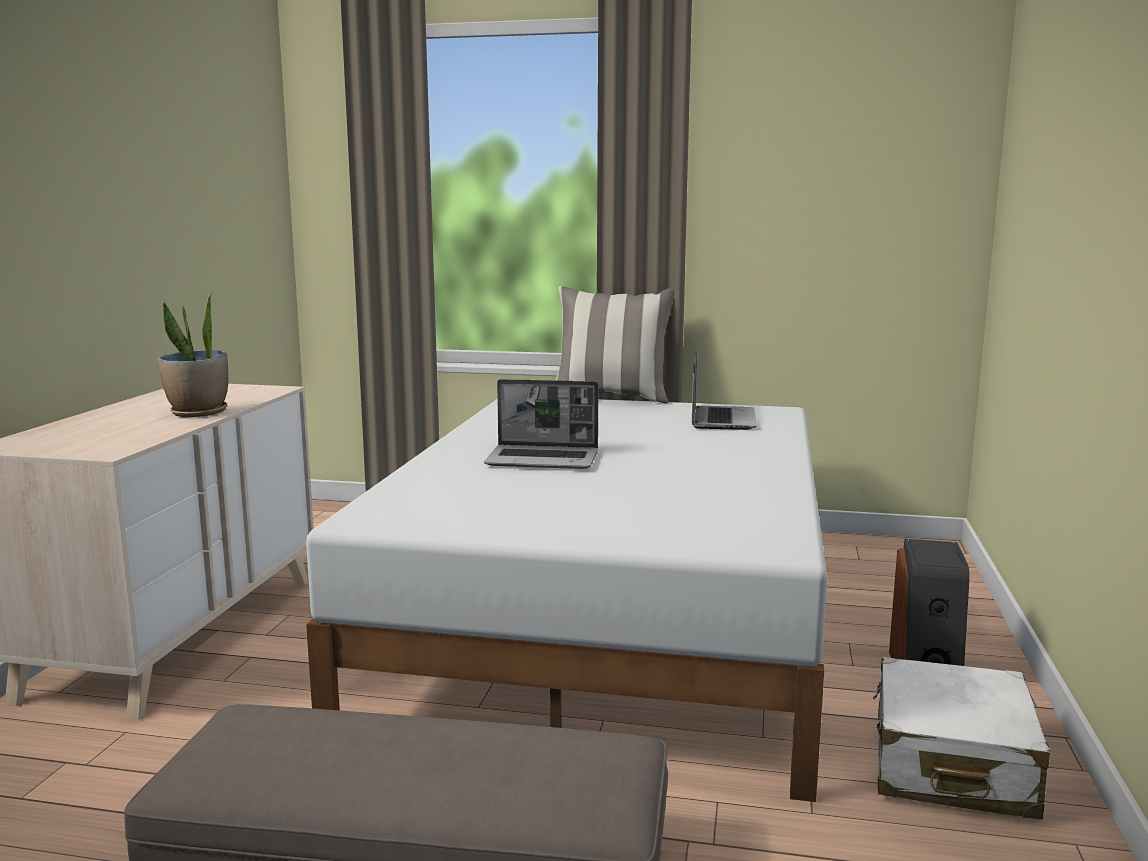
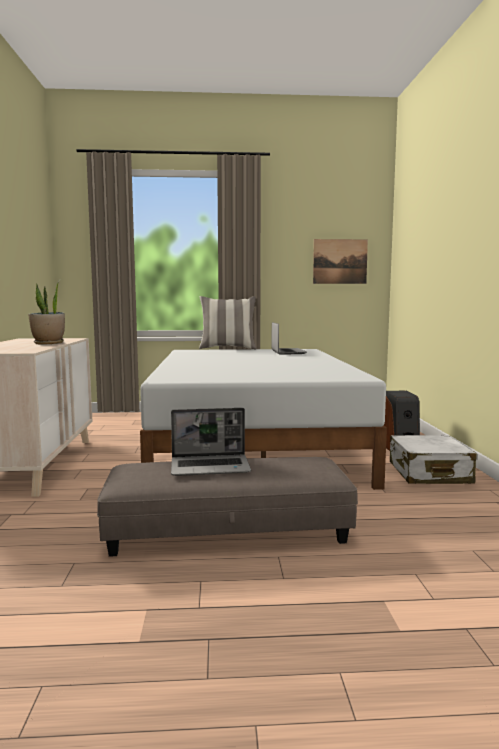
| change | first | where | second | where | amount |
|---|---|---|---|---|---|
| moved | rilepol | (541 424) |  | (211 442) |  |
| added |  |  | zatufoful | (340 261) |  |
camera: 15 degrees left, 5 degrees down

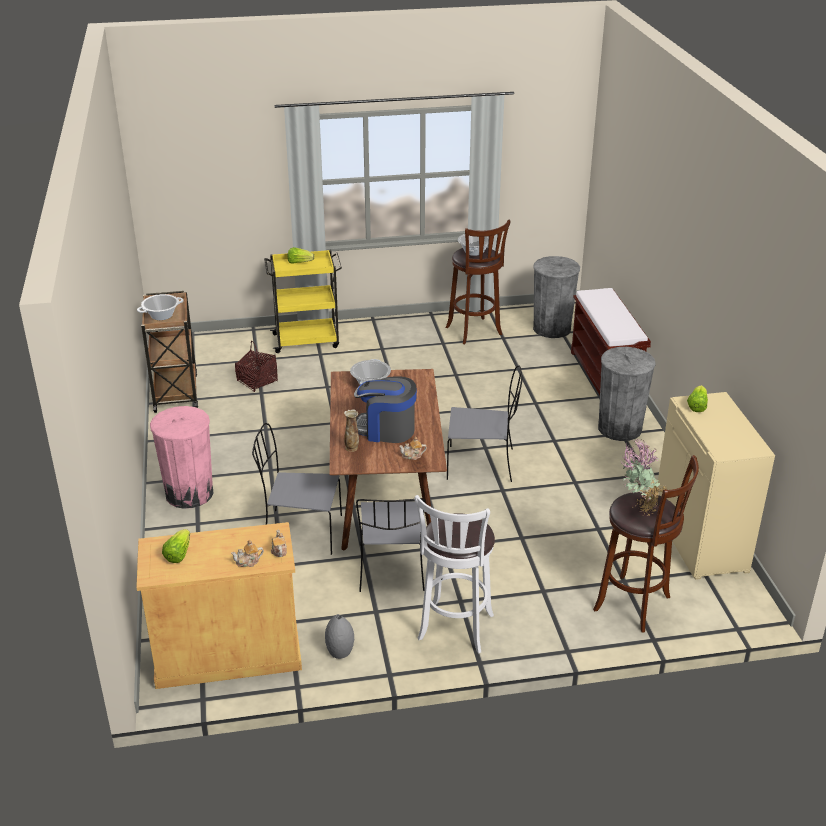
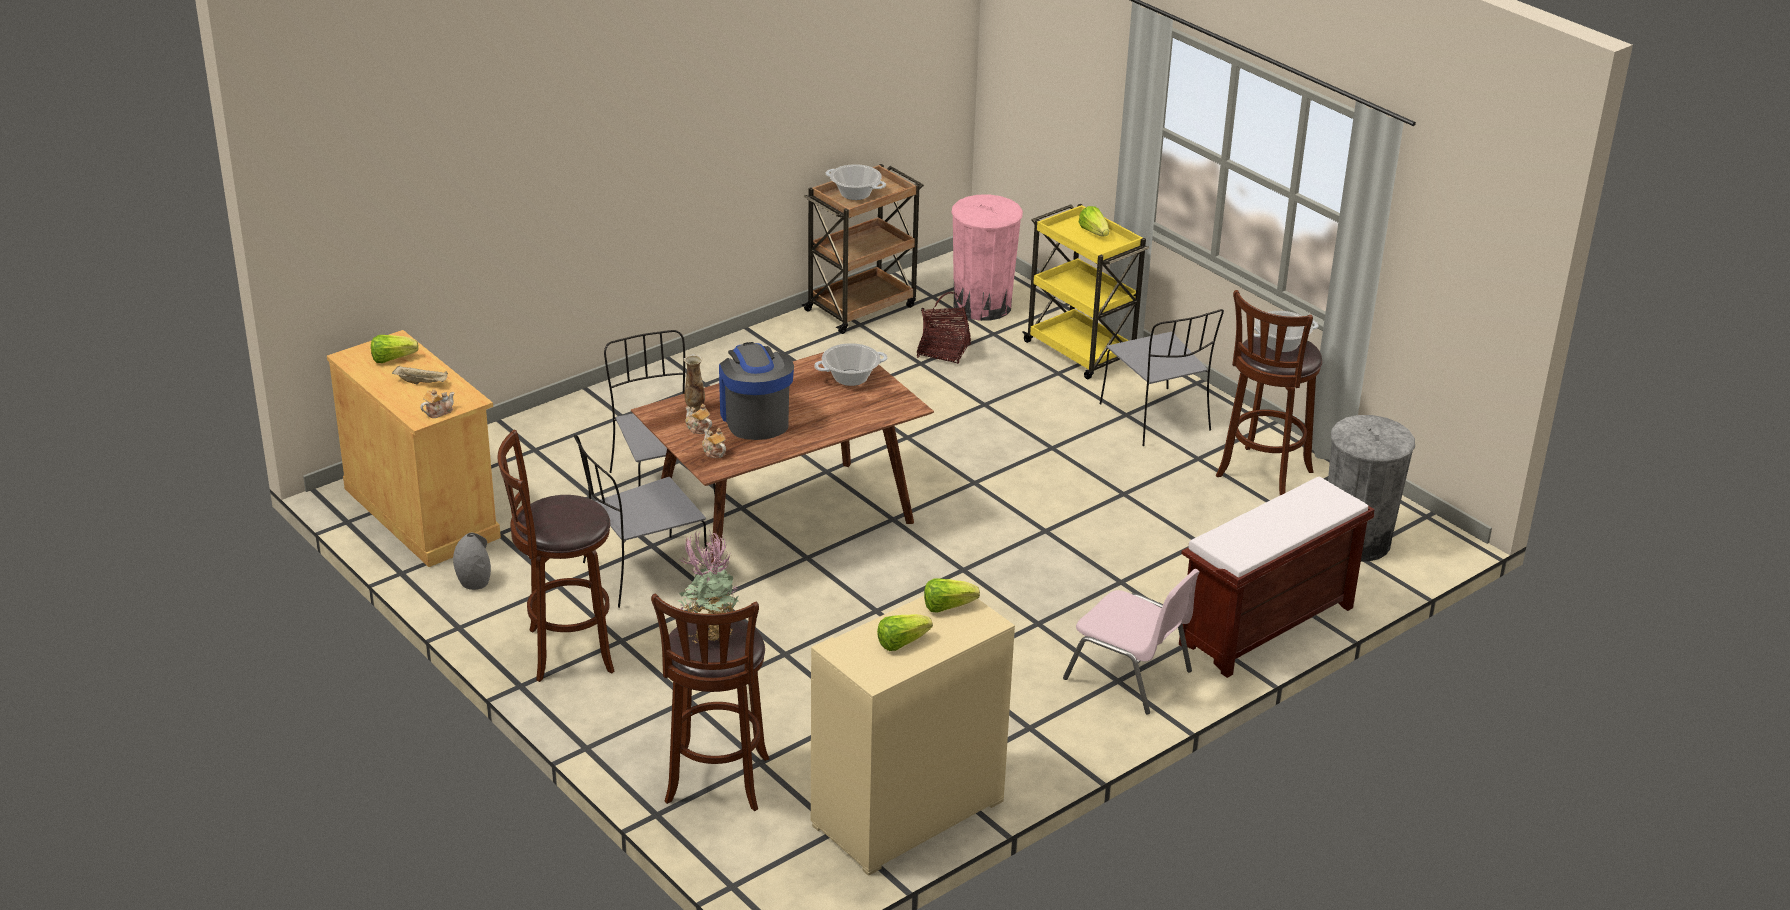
| change | first | where | second | where | amount |
|---|---|---|---|---|---|
| added |  |  | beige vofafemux | (420 375) |  |
| recoloured | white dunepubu | (454 574) | brown dunepubu | (556 556) |  |
| moved | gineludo | (247 553) |  | (698 419) |  |
| added |  |  | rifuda | (905 632) |  |
| moved | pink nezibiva | (181 457) |  | (987 258) |  |
| replaced | grey nezibiva | (627 394) | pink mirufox | (1131 641) |  |
| moved | grey mirufox | (485 424) |  | (1162 377) |  |
camera: 60 degrees right, 0 degrees up

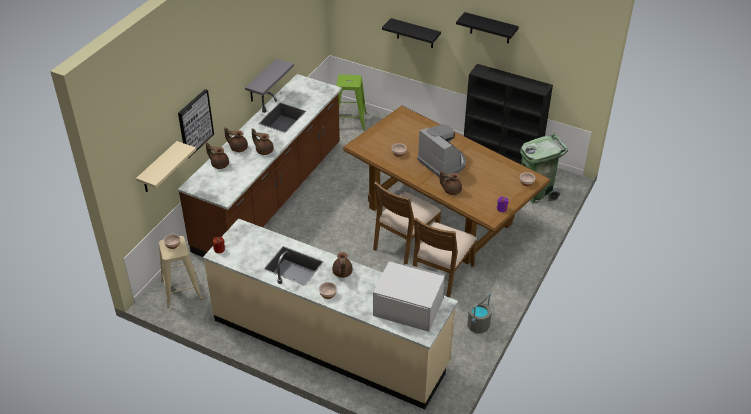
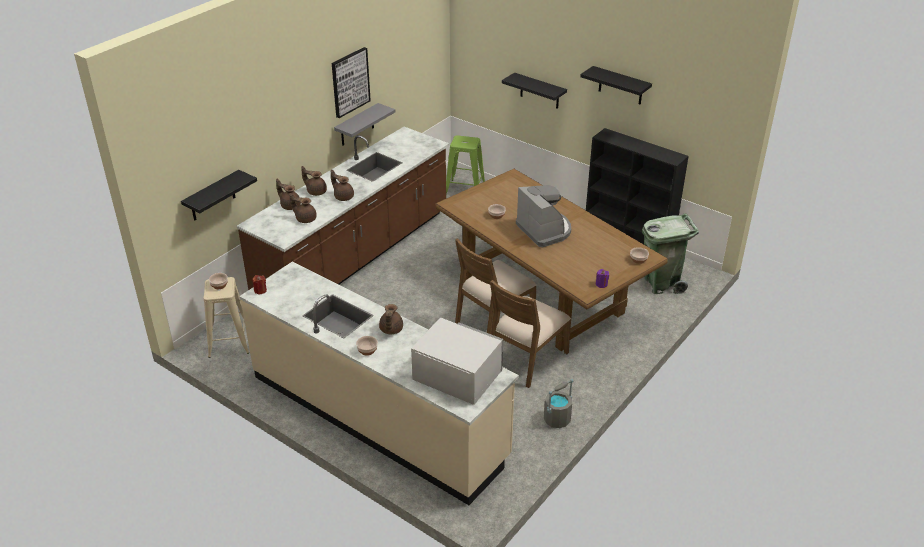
| change | first | where | second | where | amount |
|---|---|---|---|---|---|
| recoloured | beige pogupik | (166 166) | black pogupik | (219 195) |  |
| moved | brown gineludo | (451 182) |  | (303 208) |  |
| moved | zatufoful | (196 124) |  | (351 82) |  |
camera: 10 degrees right, 5 degrees down

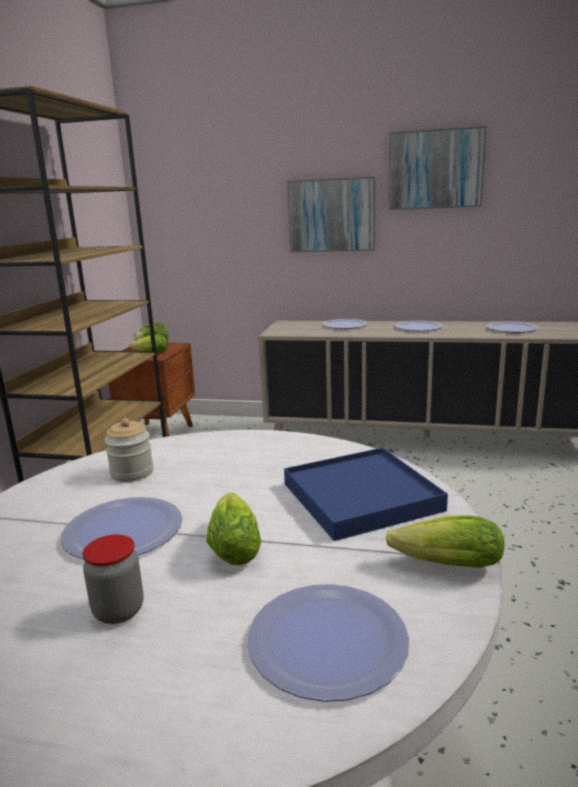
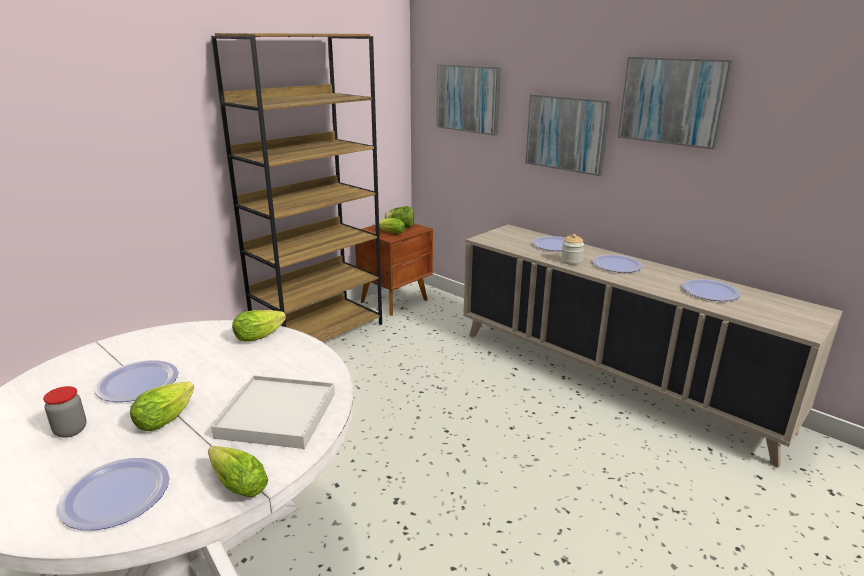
| change | first | where | second | where | amount |
|---|---|---|---|---|---|
| recoloured | blue vofafemux | (366 494) | white vofafemux | (273 412) |  |
| added |  |  | rifuda | (259 326) |  |
| added |  |  | zatufoful | (468 100) |  |
| moved | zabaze | (129 450) |  | (572 249) |  |
camera: 30 degrees right, 5 degrees up

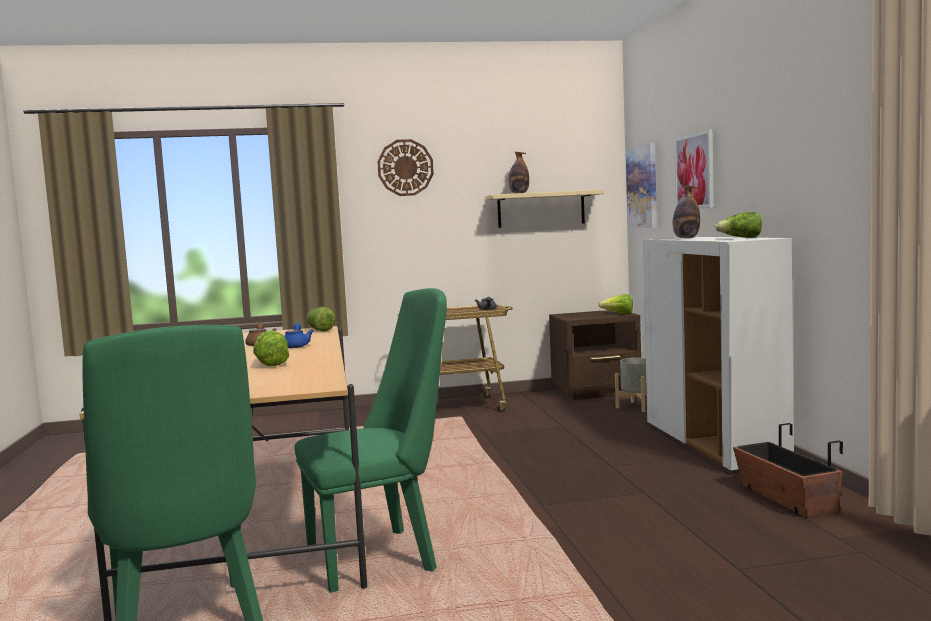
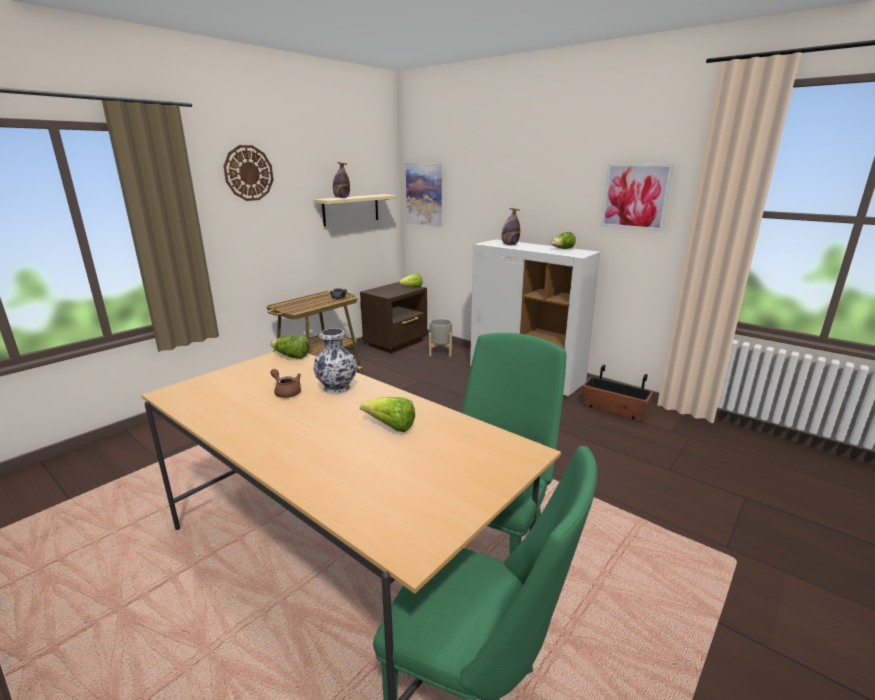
| change | first | where | second | where | amount |
|---|---|---|---|---|---|
| replaced | blue gineludo | (299 335) | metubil | (335 361) |  |
| moved | zatufoful | (694 169) |  | (637 197) |  |
camera: 40 degrees left, 15 degrees up

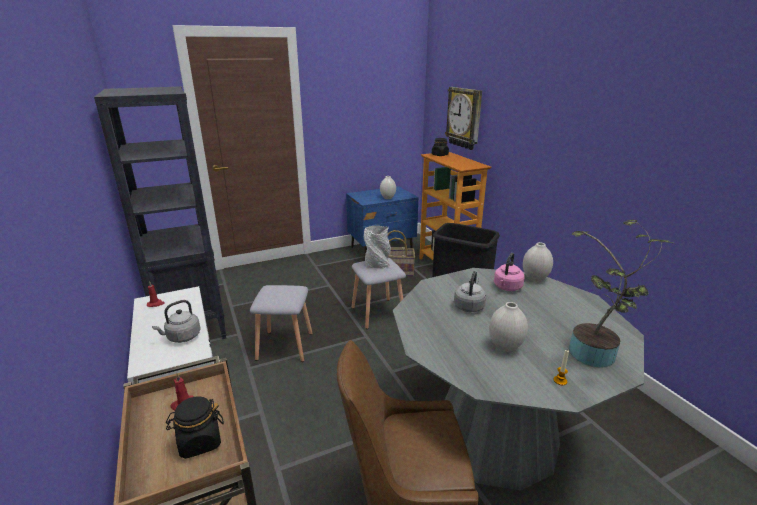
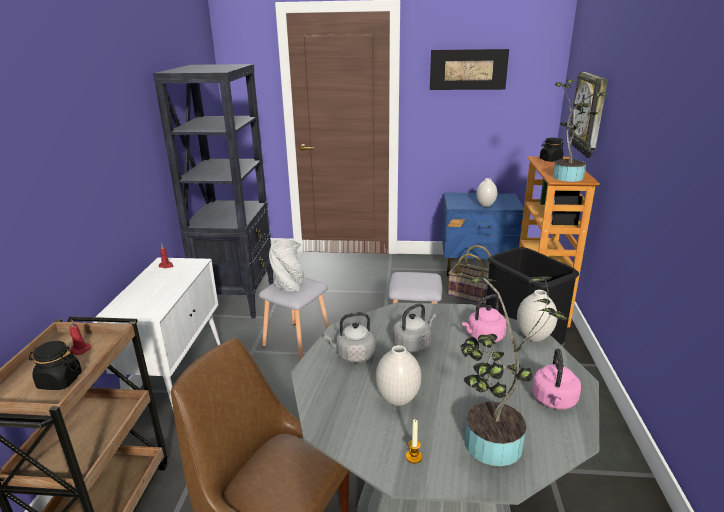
| change | first | where | second | where | amount |
|---|---|---|---|---|---|
| moved | grey metubil | (377 247) |  | (286 265) |  |
| moved | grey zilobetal | (176 321) |  | (350 337) |  |
| added |  |  | zatufoful | (469 69) |  |
| added |  |  | pink zilobetal | (556 378) |  |
| added |  |  | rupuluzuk | (580 130) |  |
camera: 30 degrees right, 0 degrees up

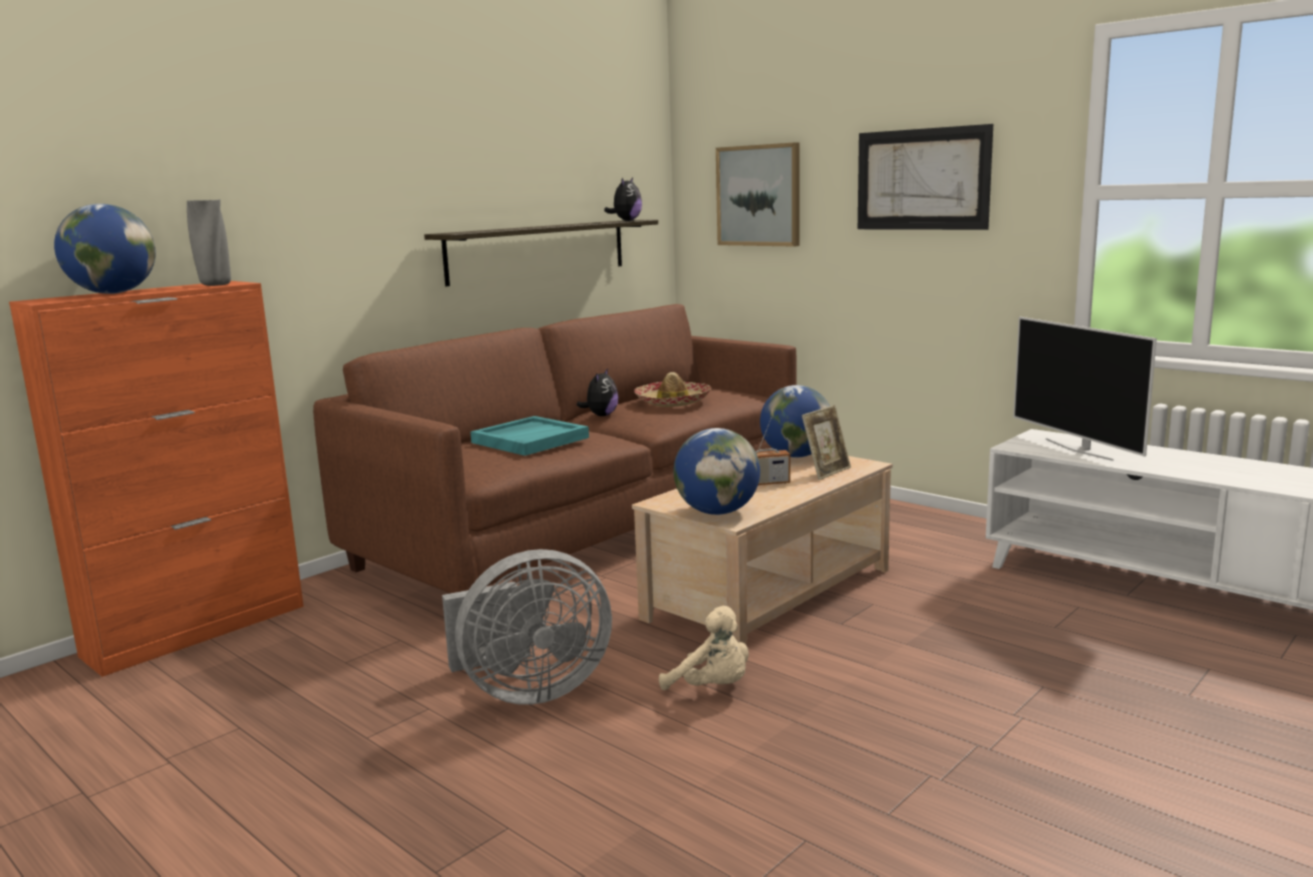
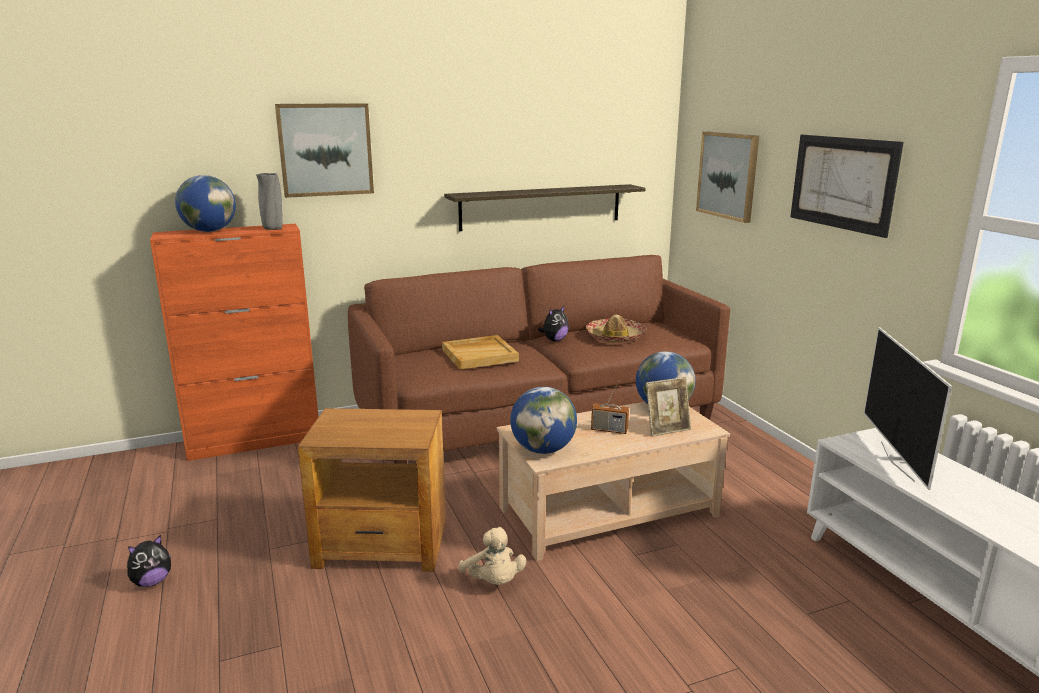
| change | first | where | second | where | amount |
|---|---|---|---|---|---|
| moved | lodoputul | (623 199) |  | (149 561) |  |
| added |  |  | zatufoful | (324 150) |  |
| replaced | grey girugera | (527 627) | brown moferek | (372 490) |  |
| recoloured | turquoise vofafemux | (529 436) | beige vofafemux | (480 352) |  |
camera: 25 degrees right, 5 degrees up

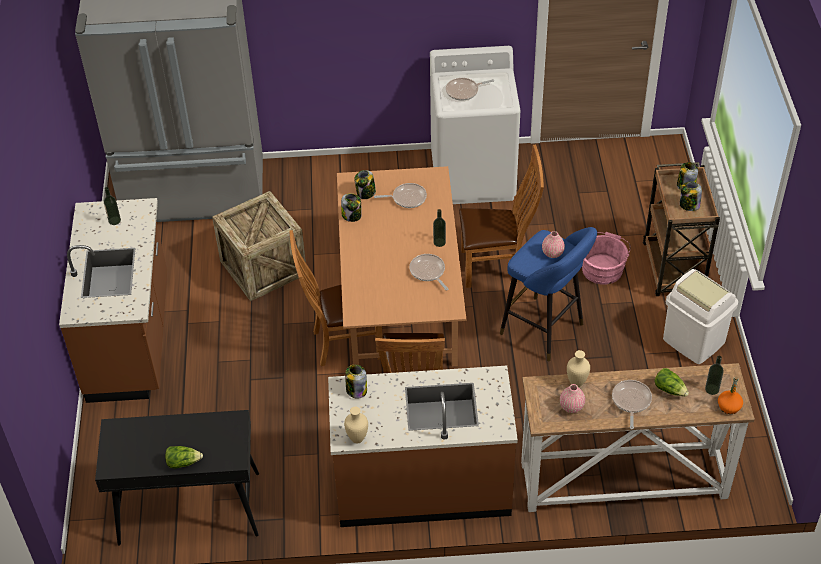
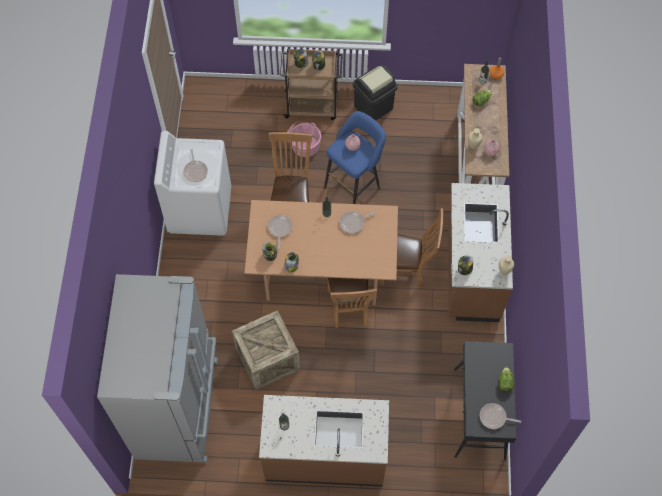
| change | first | where | second | where | amount |
|---|---|---|---|---|---|
| recoloured | white nezibiva | (700 316) | black nezibiva | (375 93) |  |
| moved | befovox | (632 404) |  | (500 416) |  |
camera: 85 degrees left, 15 degrees up

